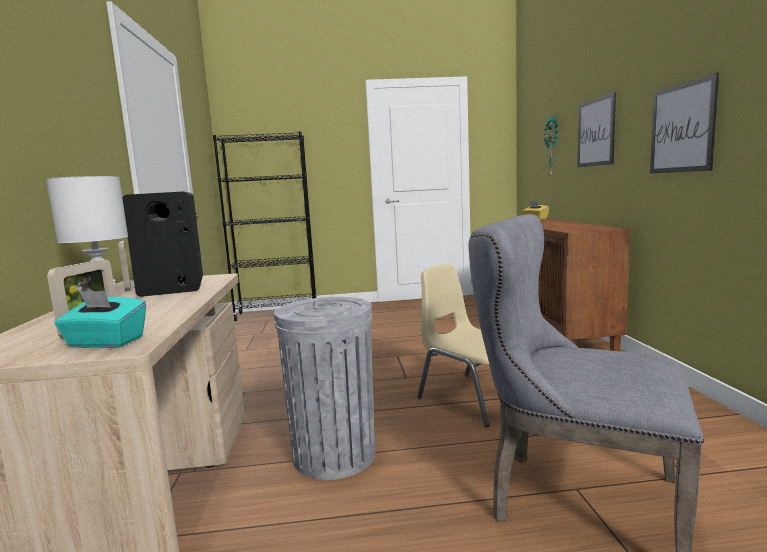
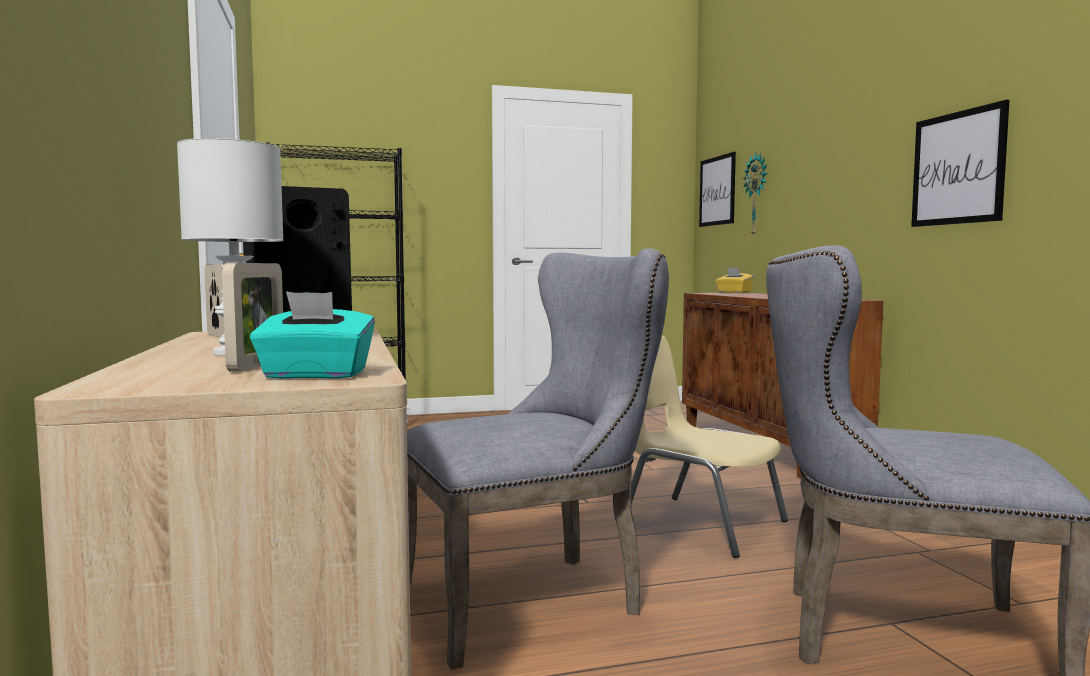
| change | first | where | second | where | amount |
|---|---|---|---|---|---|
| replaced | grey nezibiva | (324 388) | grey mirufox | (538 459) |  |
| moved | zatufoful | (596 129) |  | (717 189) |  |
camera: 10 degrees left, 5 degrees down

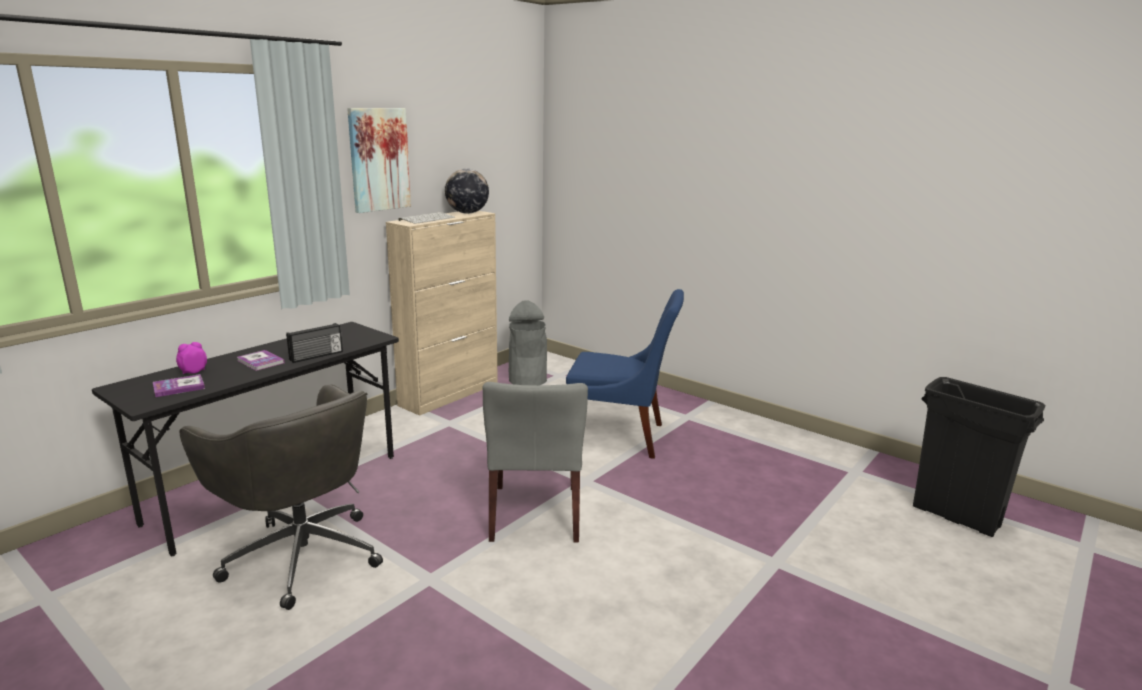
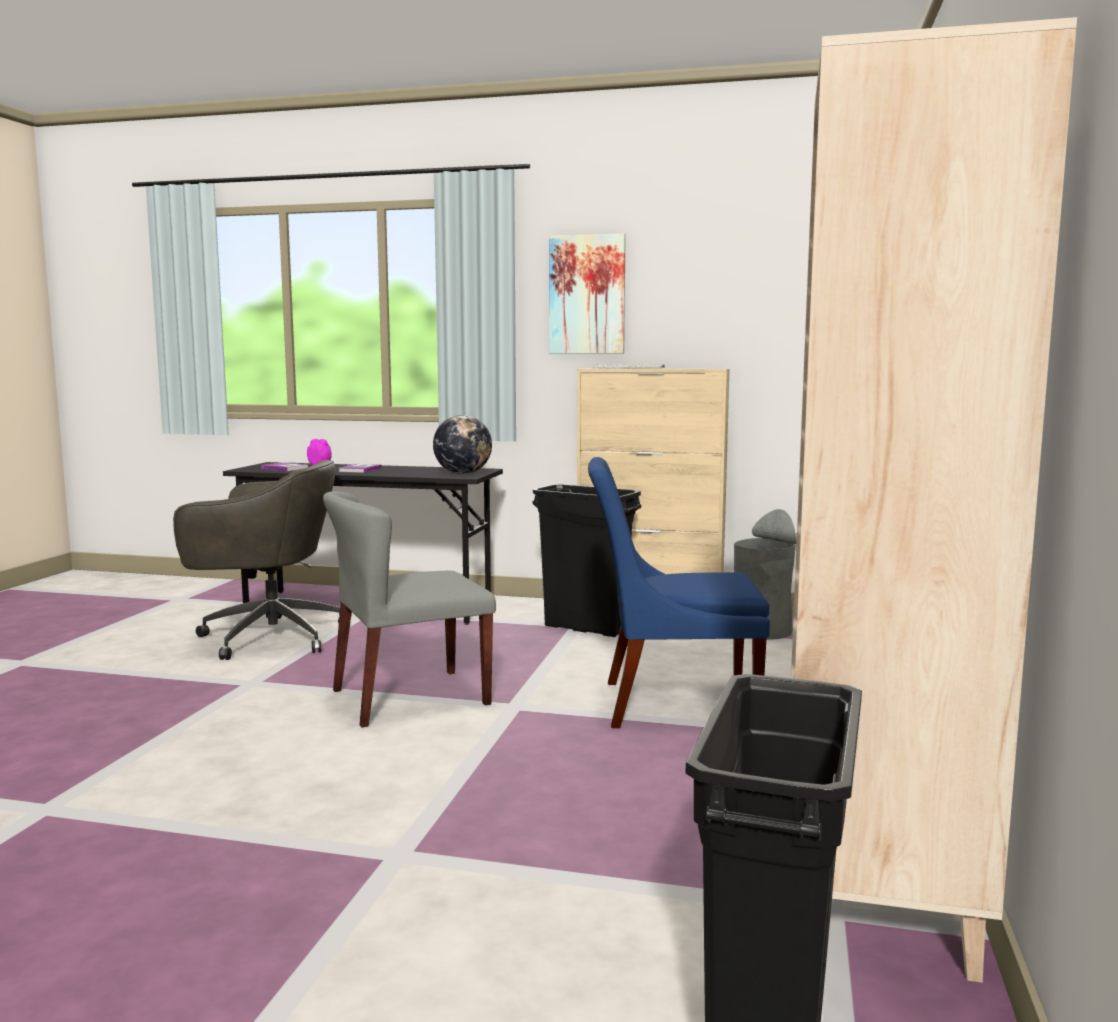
| change | first | where | second | where | amount |
|---|---|---|---|---|---|
| turned | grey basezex | (281 497) |  | (256 560) | 105 degrees counterclockwise |
| moved | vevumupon | (467 191) |  | (462 444) |  |
| added |  |  | black nezibiva | (587 560) |  |
| turned | blue mirufox | (625 374) |  | (679 592) | 105 degrees clockwise |
| added |  |  | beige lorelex | (934 500) |  |
| removed | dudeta | (314 343) |  |  |  |
camera: 65 degrees right, 10 degrees down

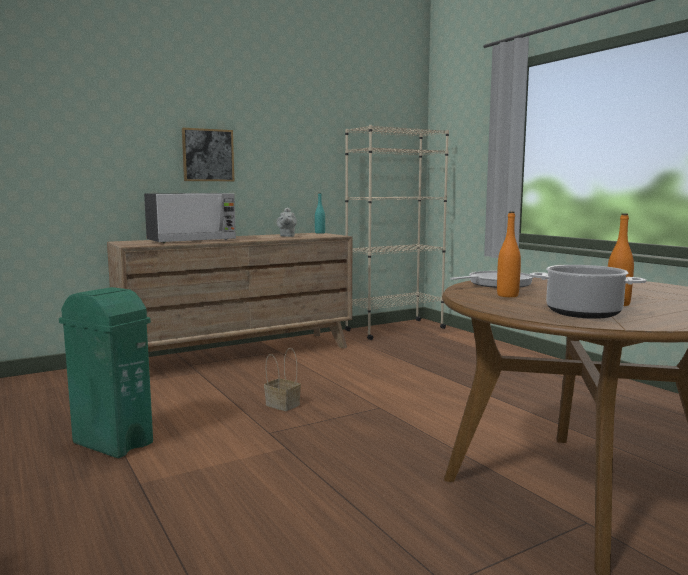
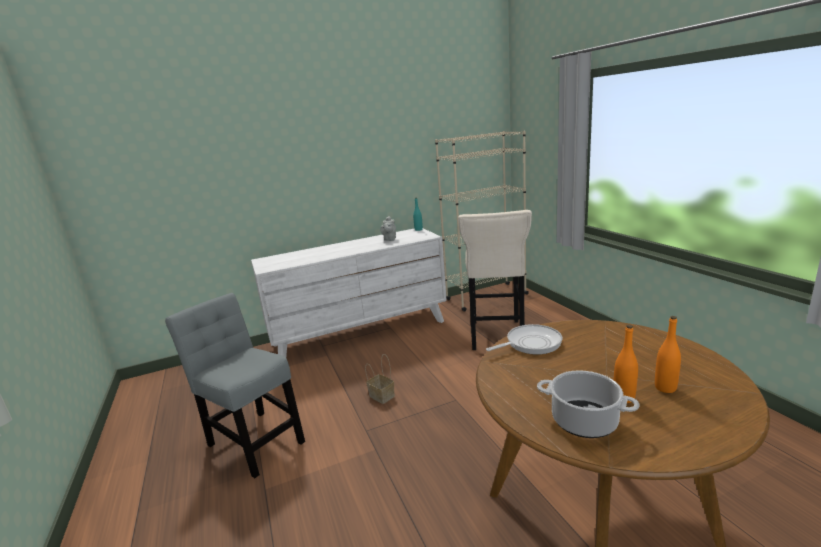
| change | first | where | second | where | amount |
|---|---|---|---|---|---|
| replaced | green nezibiva | (106 372) | grey mirufox | (235 385) |  |
| recoloured | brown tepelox | (229 292) | white tepelox | (349 292) |  |
| added |  |  | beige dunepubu | (495 280) |  |
| moved | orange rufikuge | (509 254) |  | (668 354) |  |
| removed | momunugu | (190 218) |  |  |  |
| removed | zatufoful | (208 154) |  |  |  |
camera: 10 degrees right, 10 degrees up

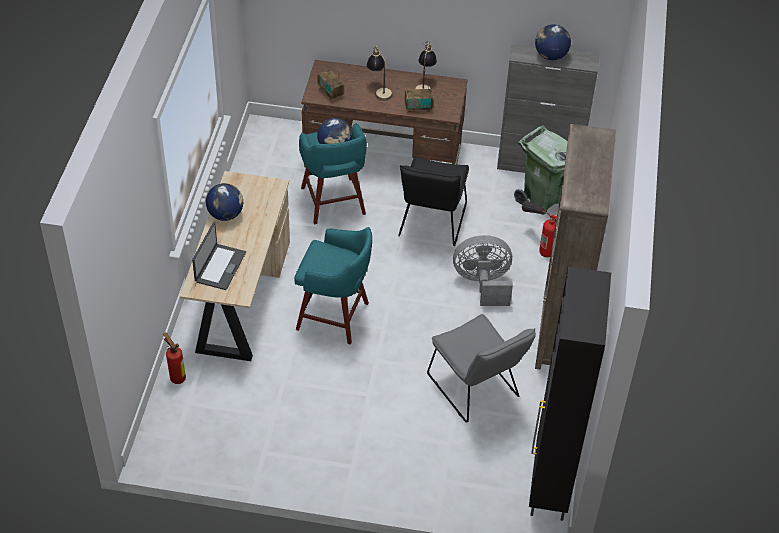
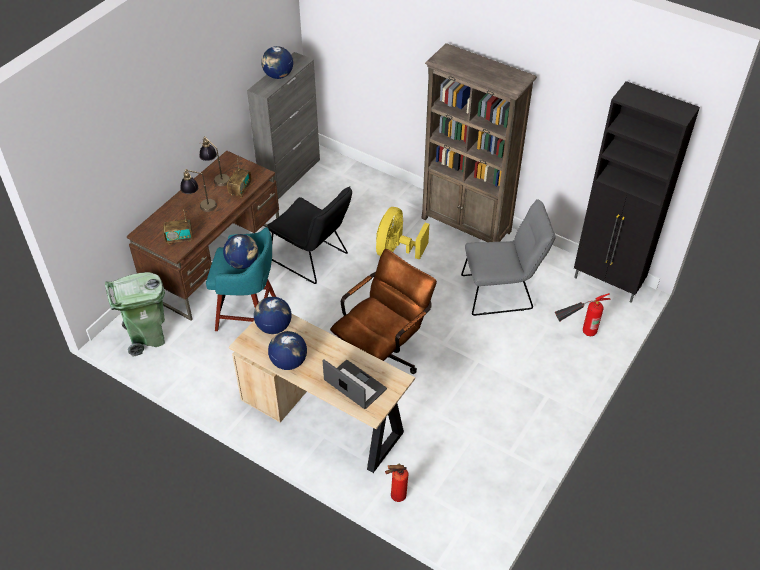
| change | first | where | second | where | amount |
|---|---|---|---|---|---|
| moved | green nezibiva | (541 170) |  | (135 314) |  |
| added |  |  | vevumupon | (273 315) |  |
| replaced | turquoise dunepubu | (333 286) | brown basezex | (383 311) |  |
| recoloured | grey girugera | (483 270) | yellow girugera | (402 233) |  |
| moved | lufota | (539 229) |  | (583 314) |  |
camera: 65 degrees left, 0 degrees up

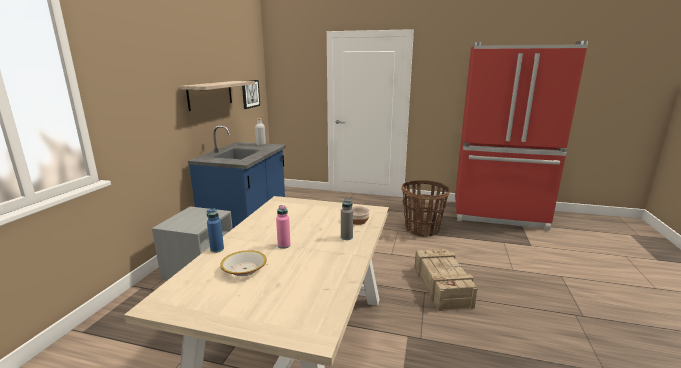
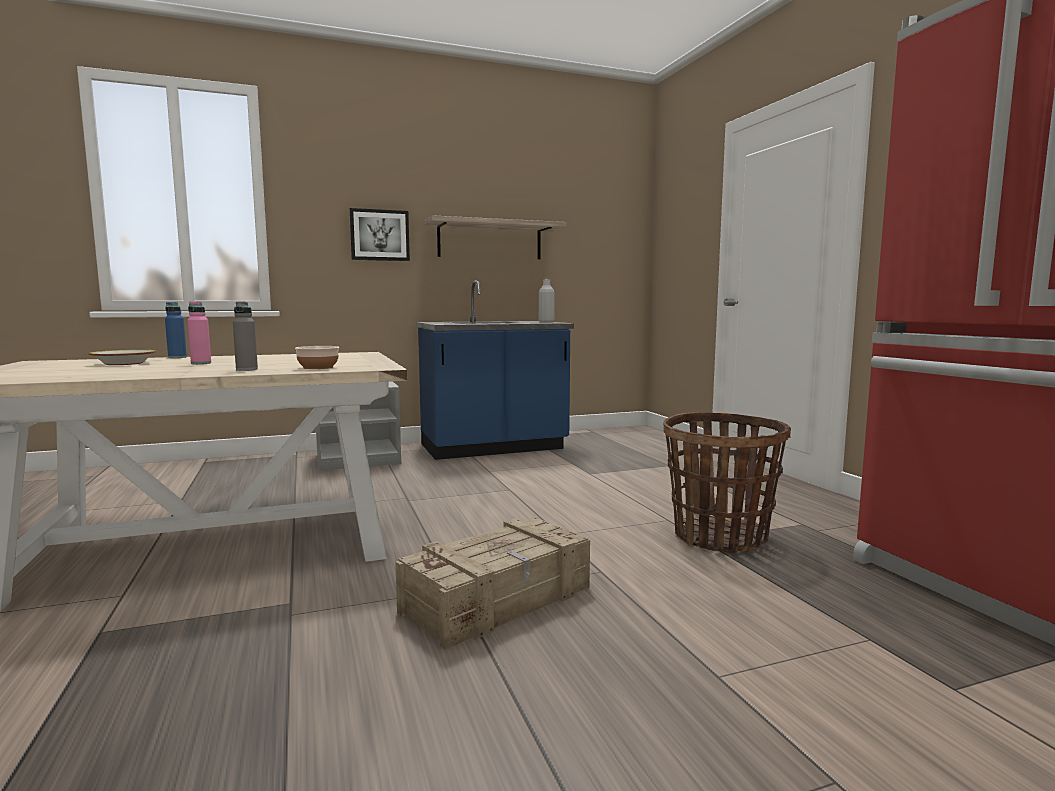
| change | first | where | second | where | amount |
|---|---|---|---|---|---|
| moved | zatufoful | (251 94) |  | (380 234) |  |
camera: 55 degrees right, 10 degrees down

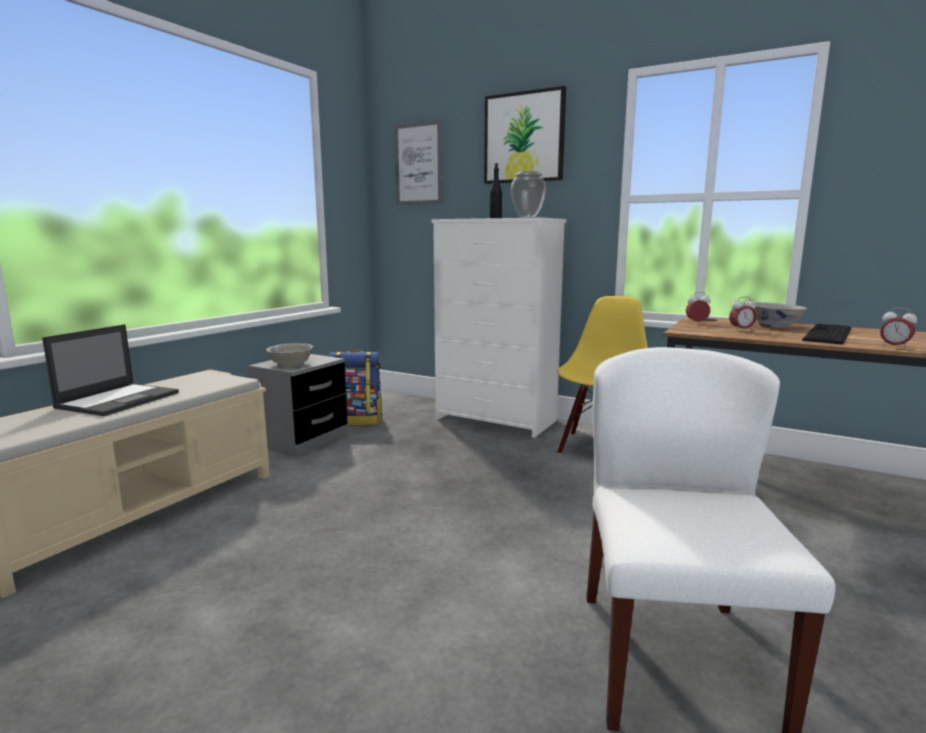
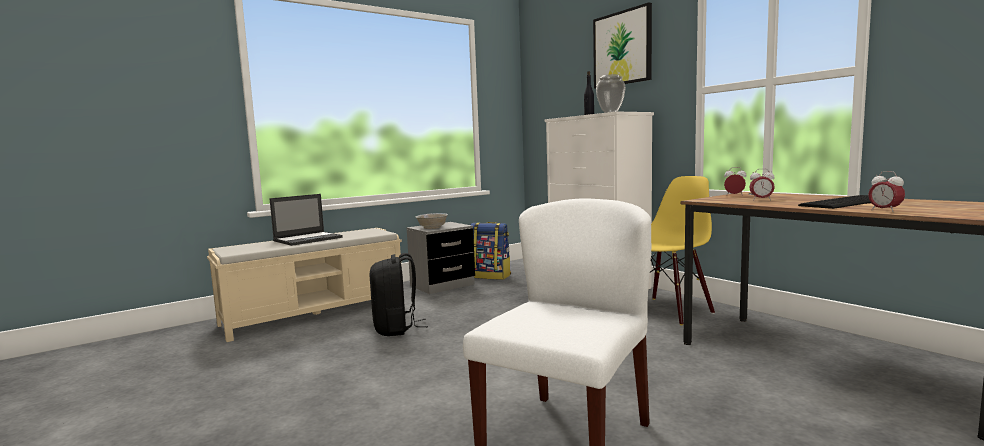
| change | first | where | second | where | amount |
|---|---|---|---|---|---|
| added |  |  | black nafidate | (399 294) |  |
| removed | zatufoful | (418 162) |  |  |  |
| removed | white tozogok | (781 315) |  |  |  |
camera: 25 degrees right, 5 degrees down

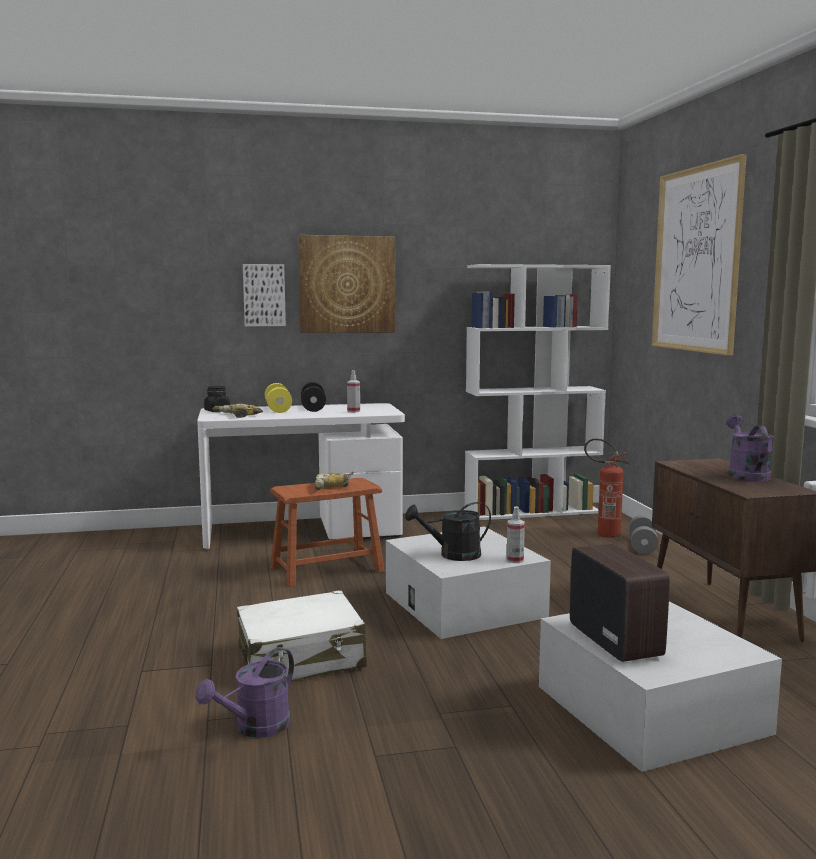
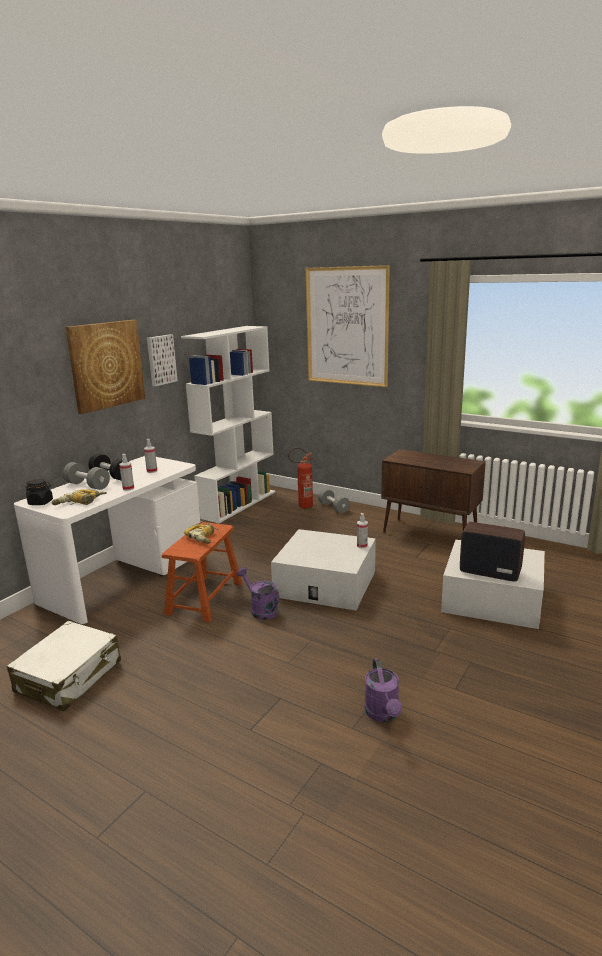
| change | first | where | second | where | amount |
|---|---|---|---|---|---|
| moved | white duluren | (302 635) |  | (64 666) |  |
| recoloured | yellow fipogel | (278 398) | grey fipogel | (86 476) |  |
| added |  |  | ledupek | (126 472) |  |
| moved | zatufoful | (264 295) |  | (162 360) |  |
| moved | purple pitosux | (749 448) |  | (258 593) |  |
| removed | black pitosux | (448 531) |  |  |  |
camera: 45 degrees left, 10 degrees up

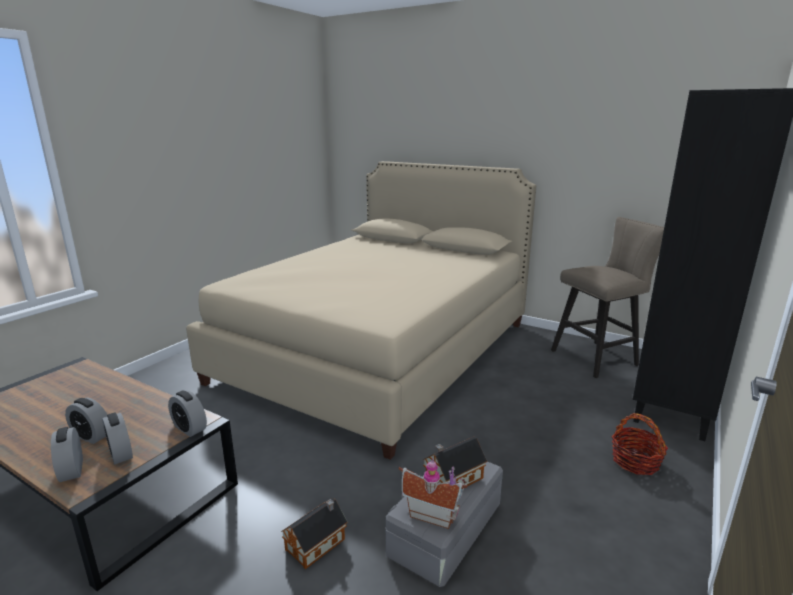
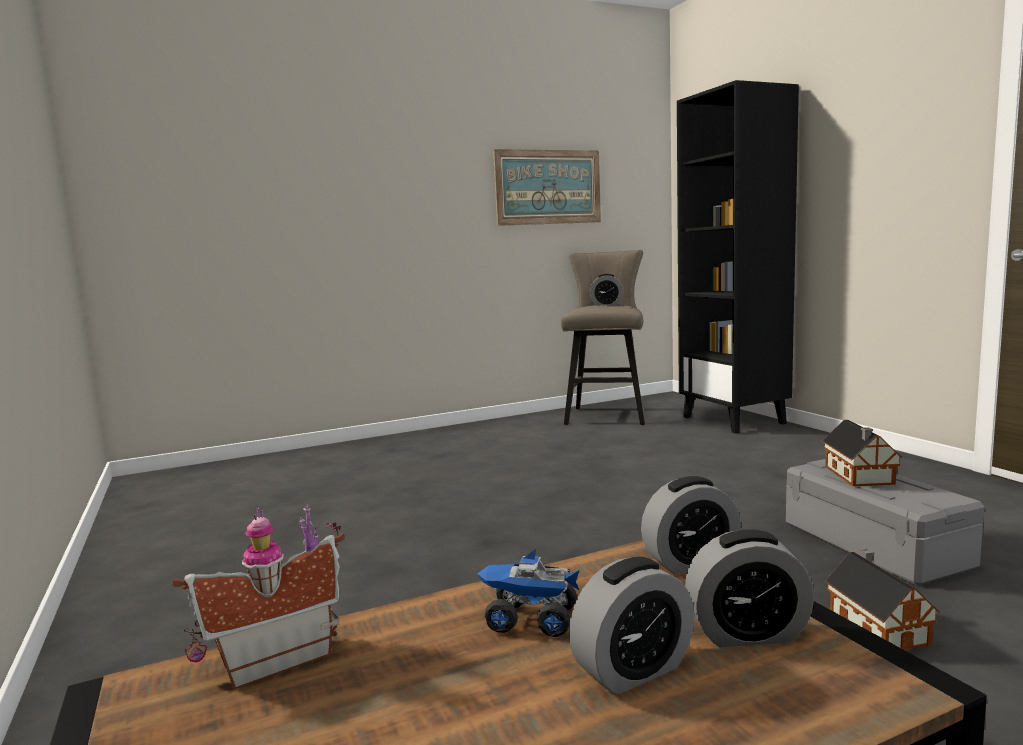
| change | first | where | second | where | amount |
|---|---|---|---|---|---|
| moved | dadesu | (433 493) |  | (258 597) |  |
| added |  |  | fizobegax | (528 593) |  |
| added |  |  | zatufoful | (547 187) |  |
| moved | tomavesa | (67 454) |  | (606 290) |  |
| removed | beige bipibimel | (361 310) |  |  |  |
| removed | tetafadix | (639 444) |  |  |  |
camera: 55 degrees left, 10 degrees down

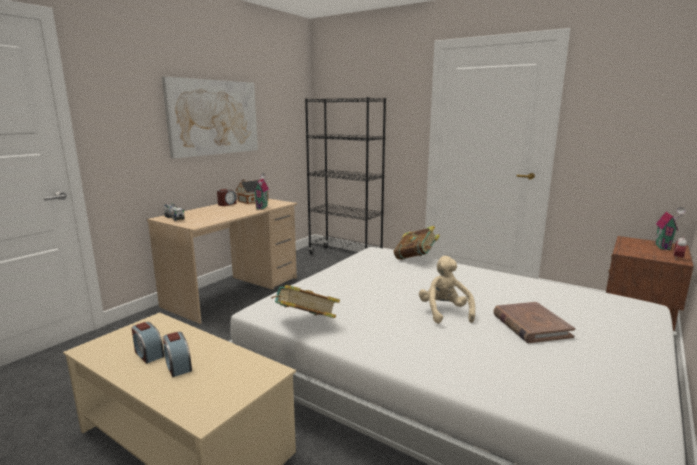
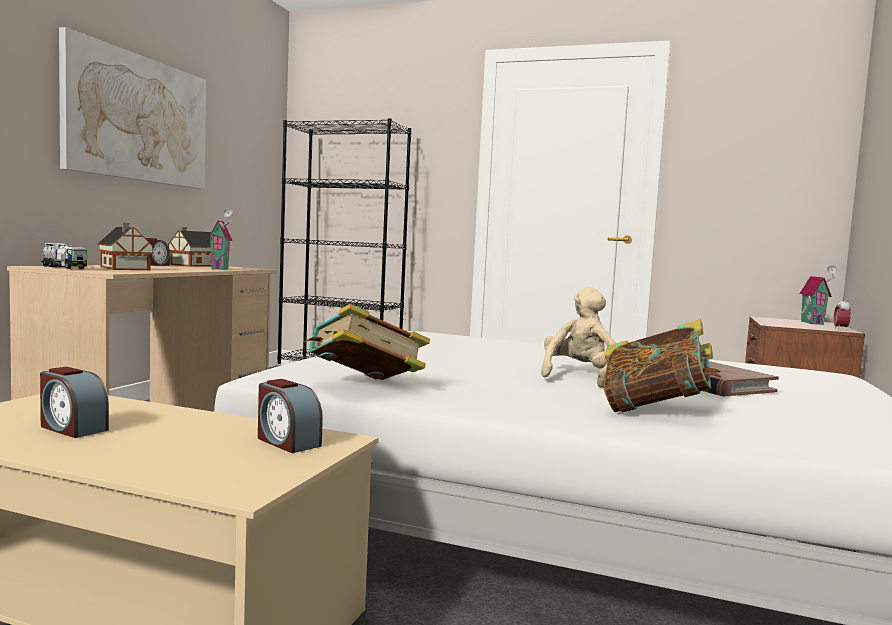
| change | first | where | second | where | amount |
|---|---|---|---|---|---|
| added |  |  | dadesu | (125 246) |  |
| moved | tomavesa | (177 354) |  | (290 416) |  |
| turned | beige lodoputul | (447 290) |  | (578 337) | 45 degrees clockwise |
| moved | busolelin | (417 243) |  | (662 366) |  |
camera: 15 degrees left, 10 degrees down

